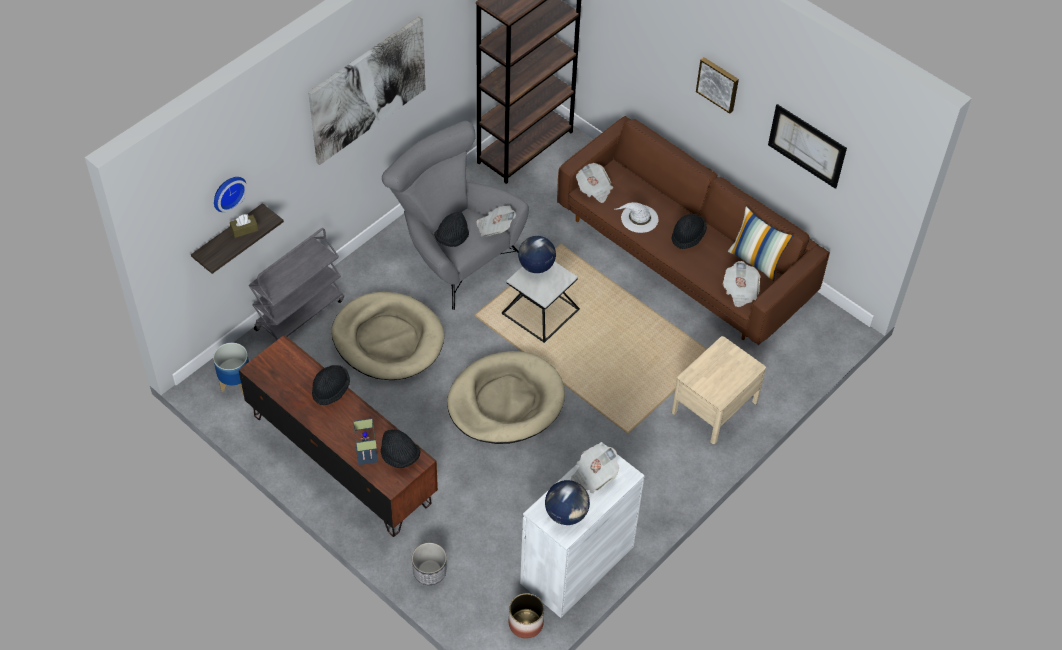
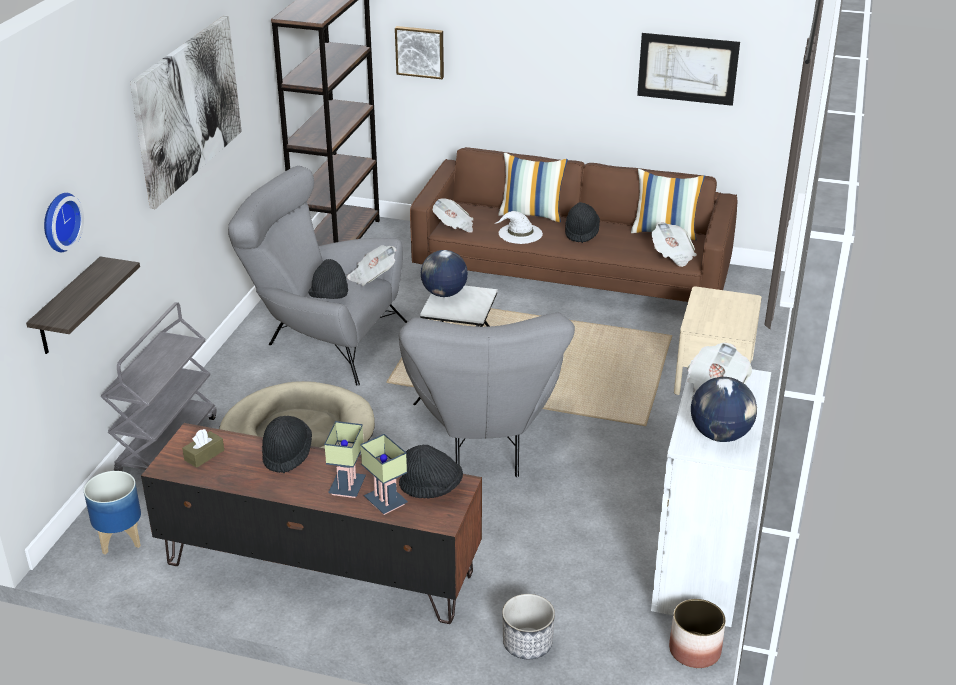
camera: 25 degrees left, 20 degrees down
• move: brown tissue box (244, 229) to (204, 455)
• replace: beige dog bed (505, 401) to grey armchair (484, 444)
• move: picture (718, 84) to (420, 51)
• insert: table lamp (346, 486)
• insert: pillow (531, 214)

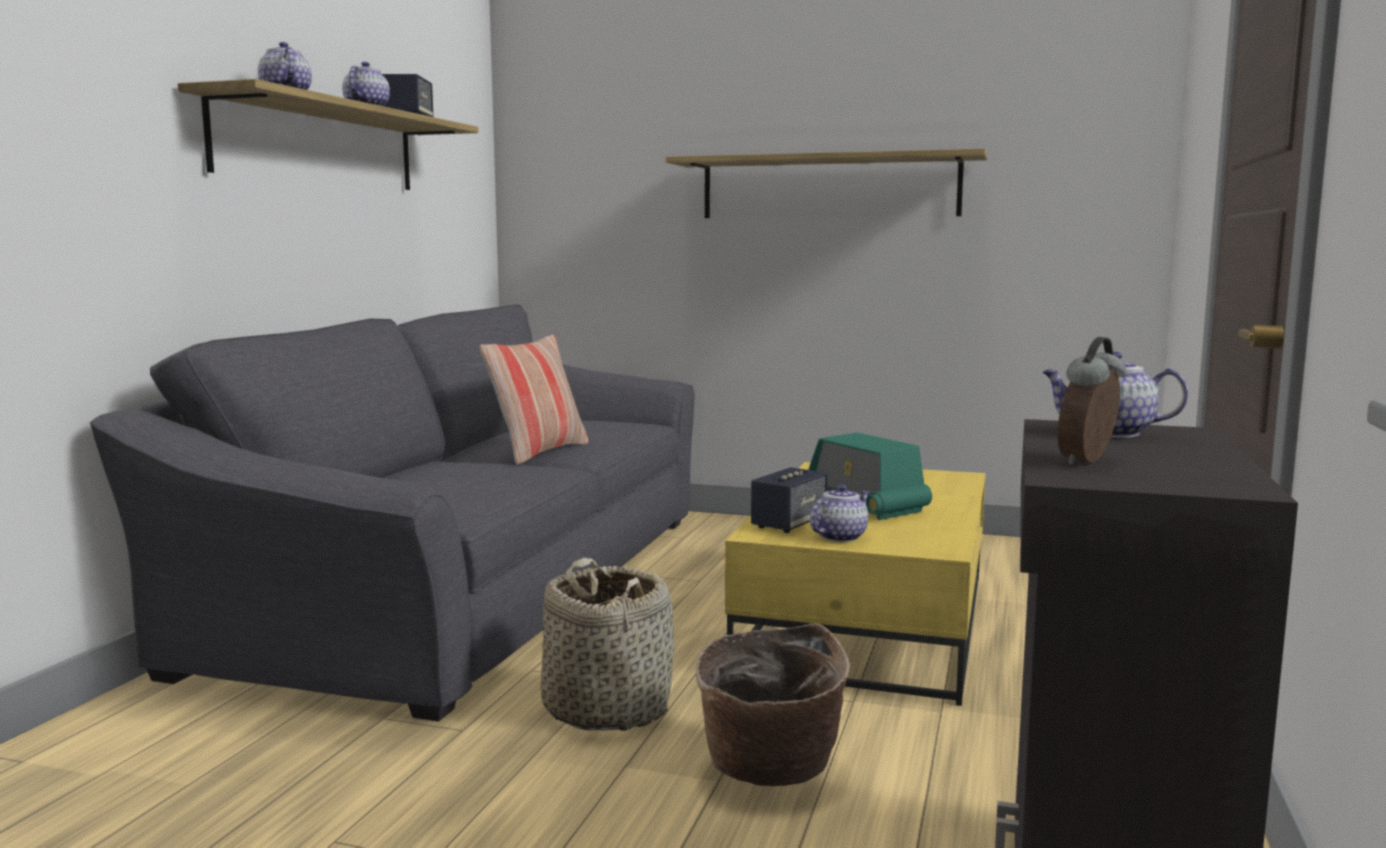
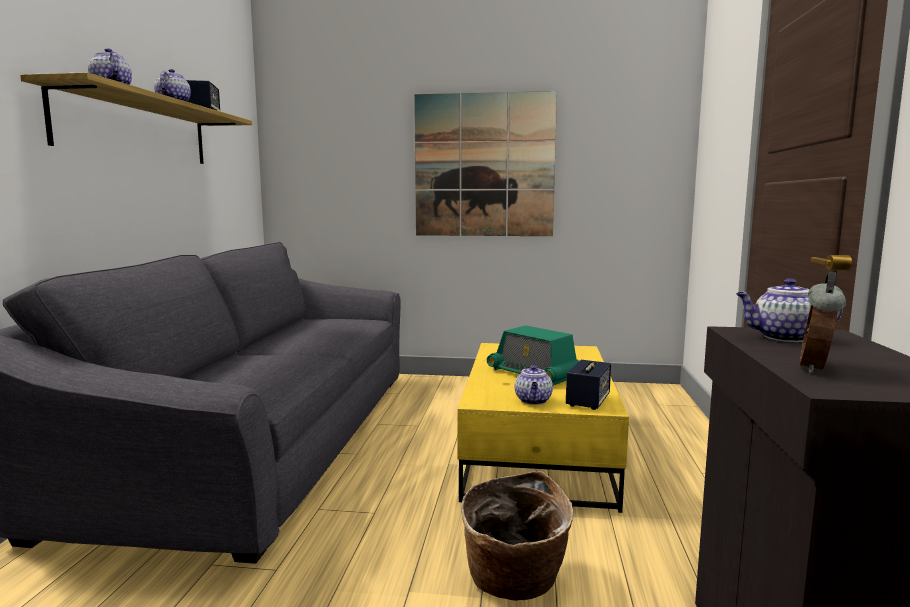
camera: 10 degrees left, 0 degrees up
• delete: pillow (539, 452)
• delete: basket (607, 708)
• replace: shelf (829, 187) to picture (484, 165)
• move: speaker (789, 524) to (588, 401)
• rotate: teapot (840, 537) = (533, 401) 150 degrees clockwise

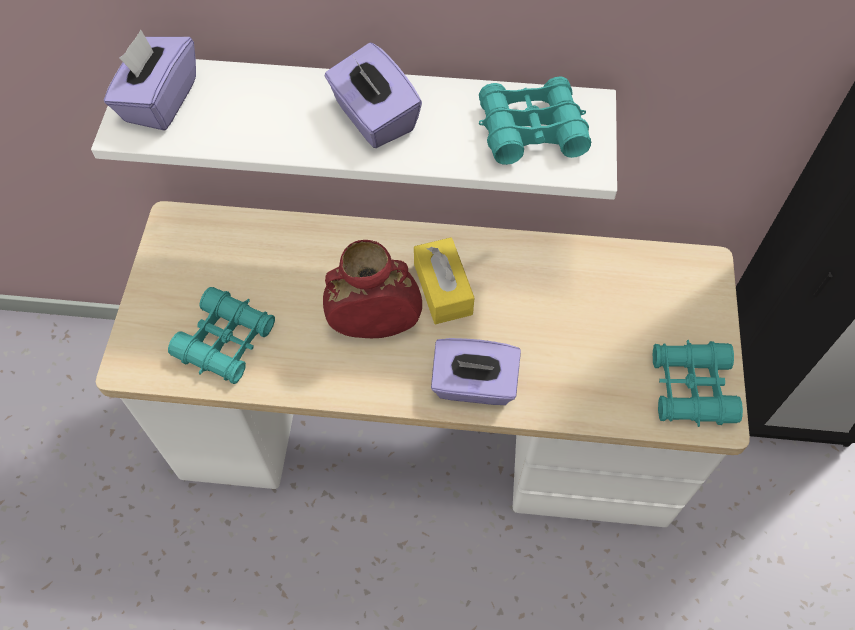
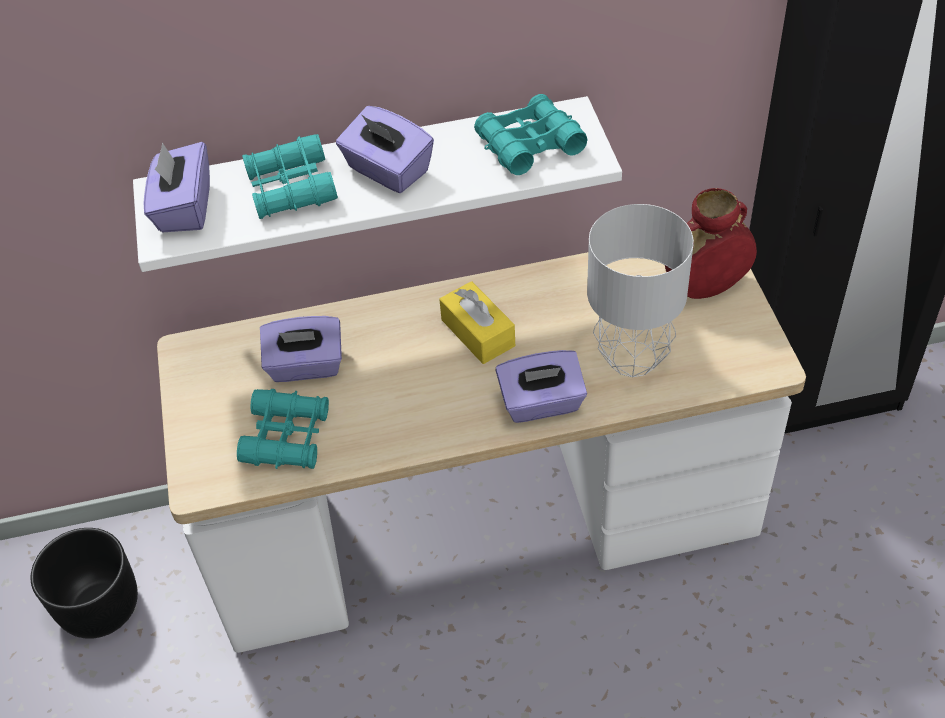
camera: 15 degrees left, 10 degrees down
• move: red vase (375, 326) to (706, 288)
• move: turquoise binoculars (691, 388) to (291, 188)
• insert: black planter (100, 608)
• insert: purple tissue box (306, 366)
• insert: grey table lamp (633, 357)

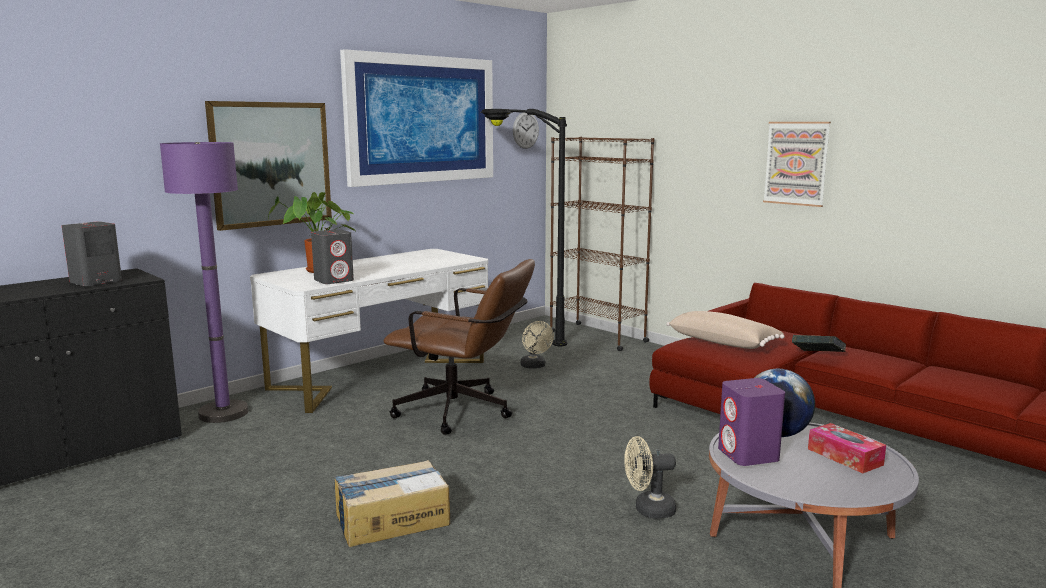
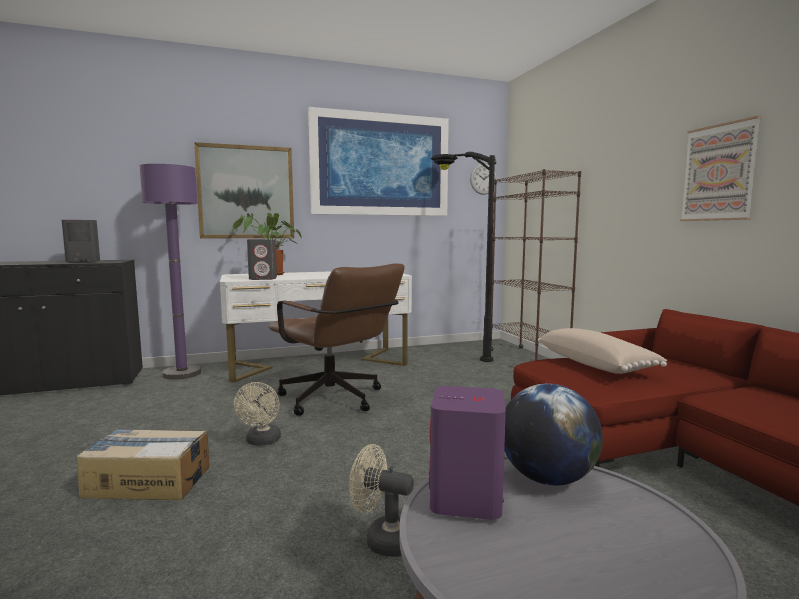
camera: 25 degrees right, 5 degrees down
• move: beige fan (535, 366) to (262, 442)
• delete: book (817, 357)
• delete: tissue box (844, 457)

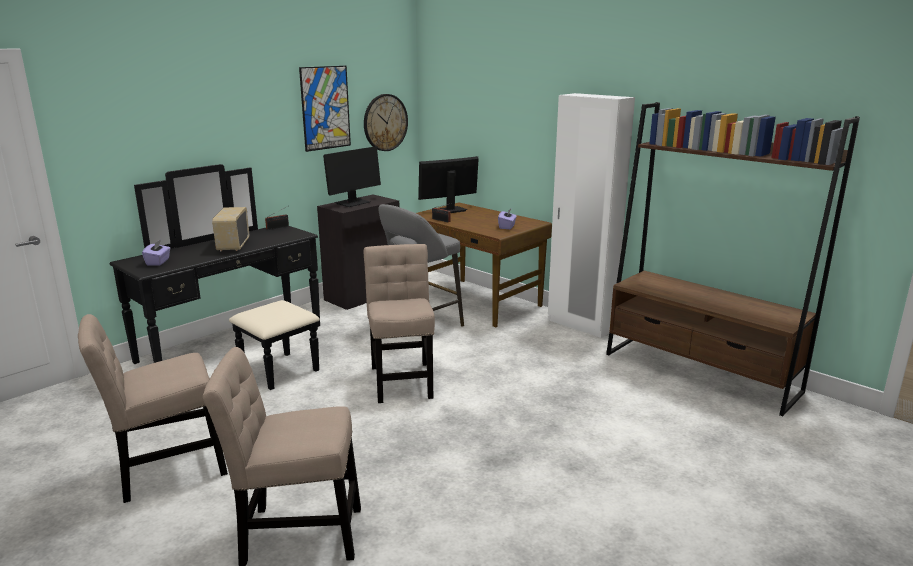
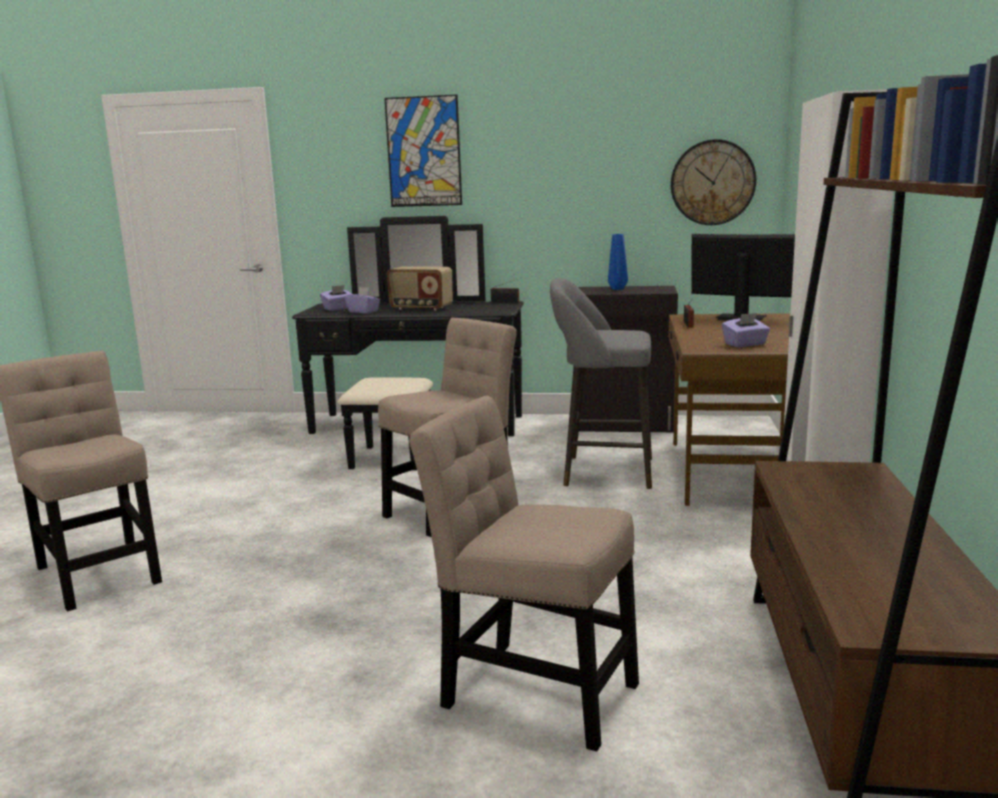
camera: 55 degrees right, 5 degrees down
• move: beige chair (166, 470) to (531, 691)
• rotate: radio (233, 246) = (421, 308) 120 degrees counterclockwise
• move: picture (325, 108) to (424, 152)
• replace: monitor (352, 203) to blue vase (617, 289)
• insert: purple tissue box (363, 312)

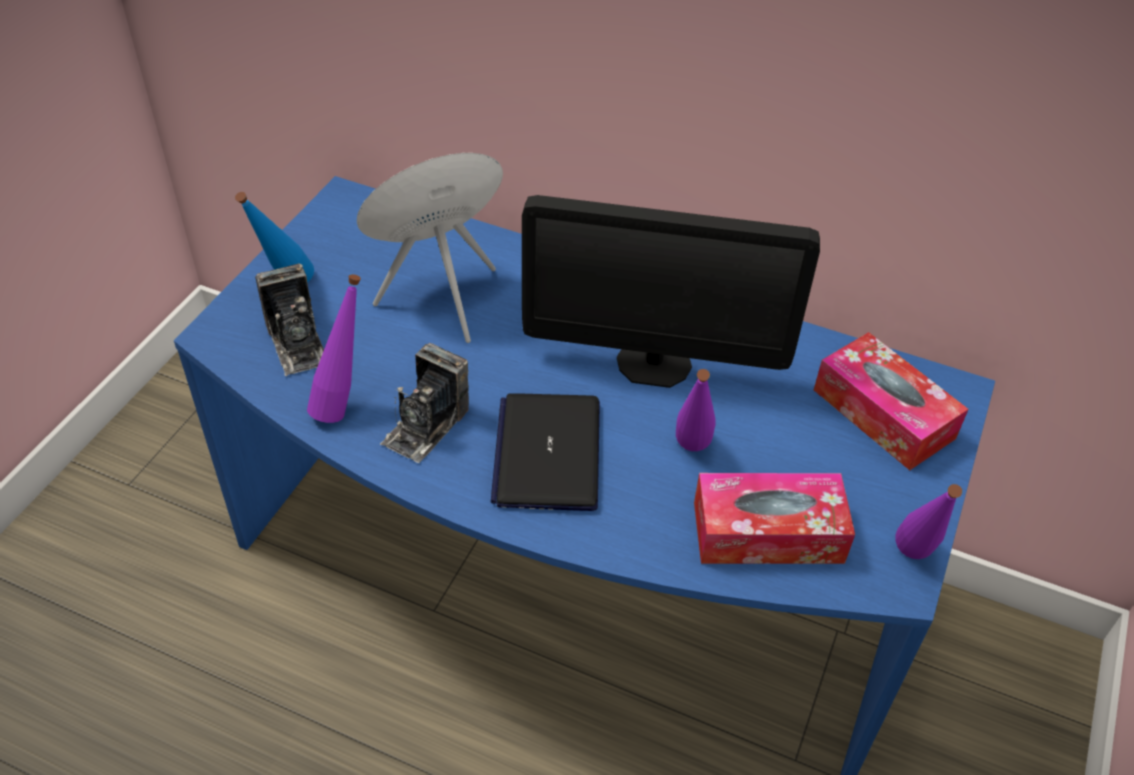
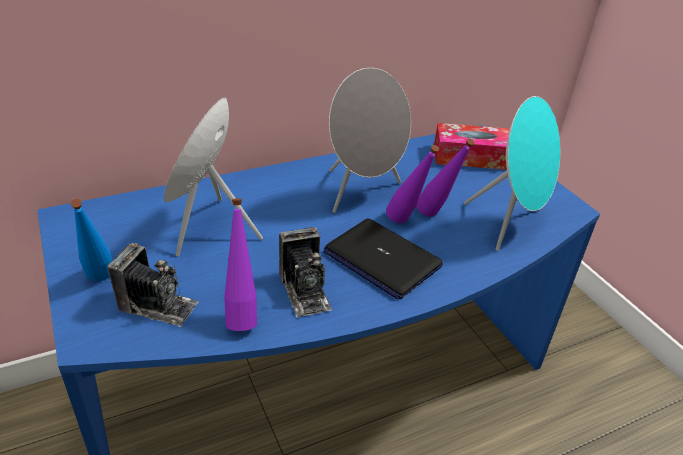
camera: 50 degrees left, 10 degrees down
• replace: monitor (654, 363) to grey speaker (361, 192)
• replace: tissue box (767, 532) to turquoise speaker (509, 224)
• move: purple bottle (912, 563) to (405, 224)

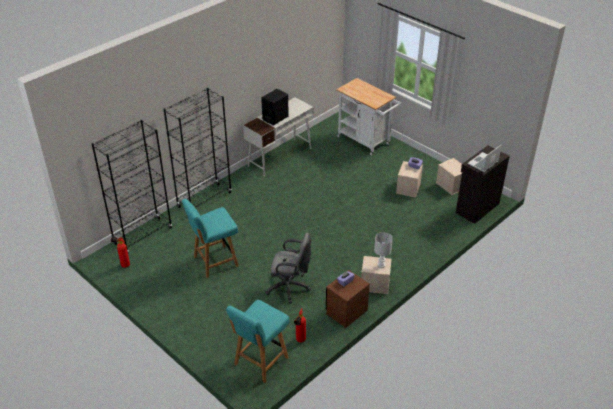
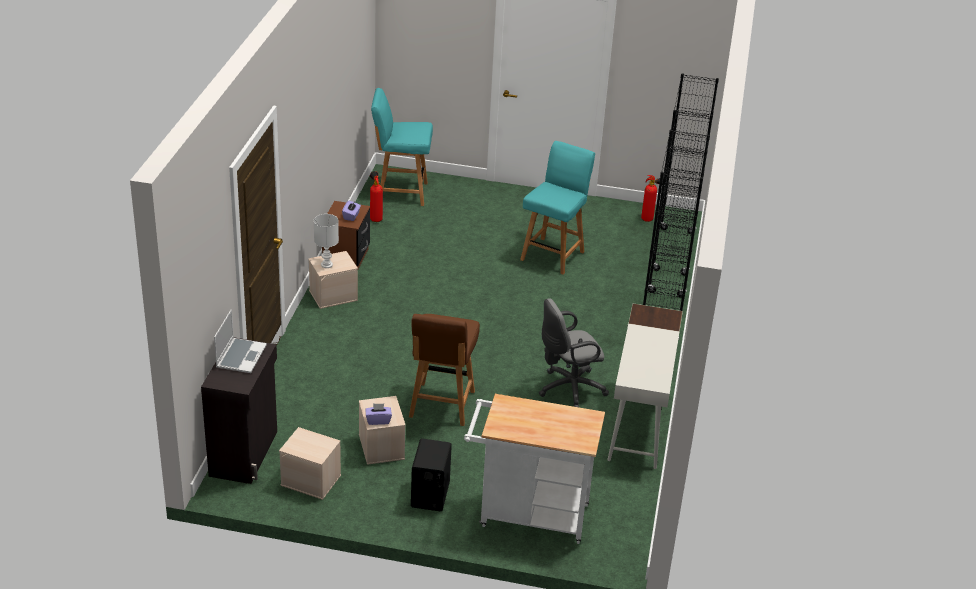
camera: 145 degrees right, 5 degrees down
• rotate: turquoise chair (260, 361) = (401, 192) 90 degrees counterclockwise
• move: black speaker (275, 118) to (430, 495)
• move: grey office chair (290, 287) to (568, 389)
• insert: brown chair (441, 405)

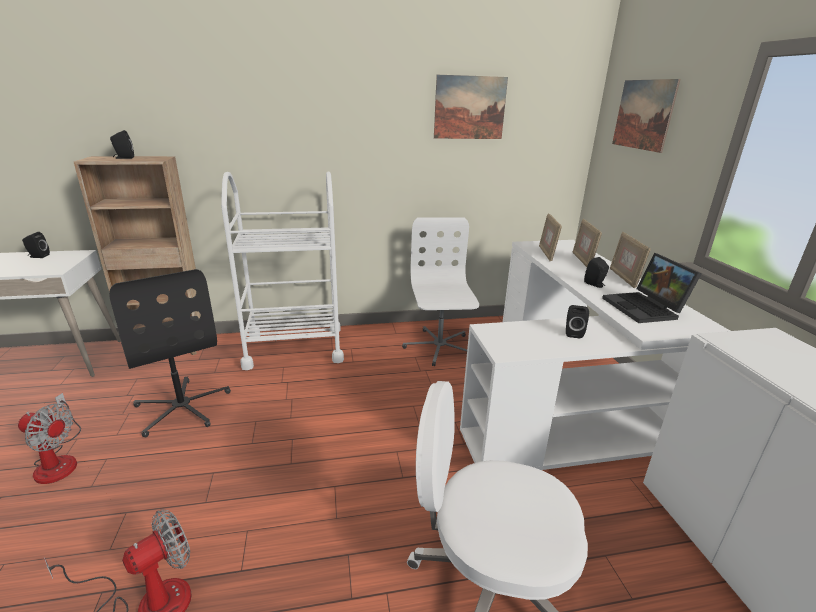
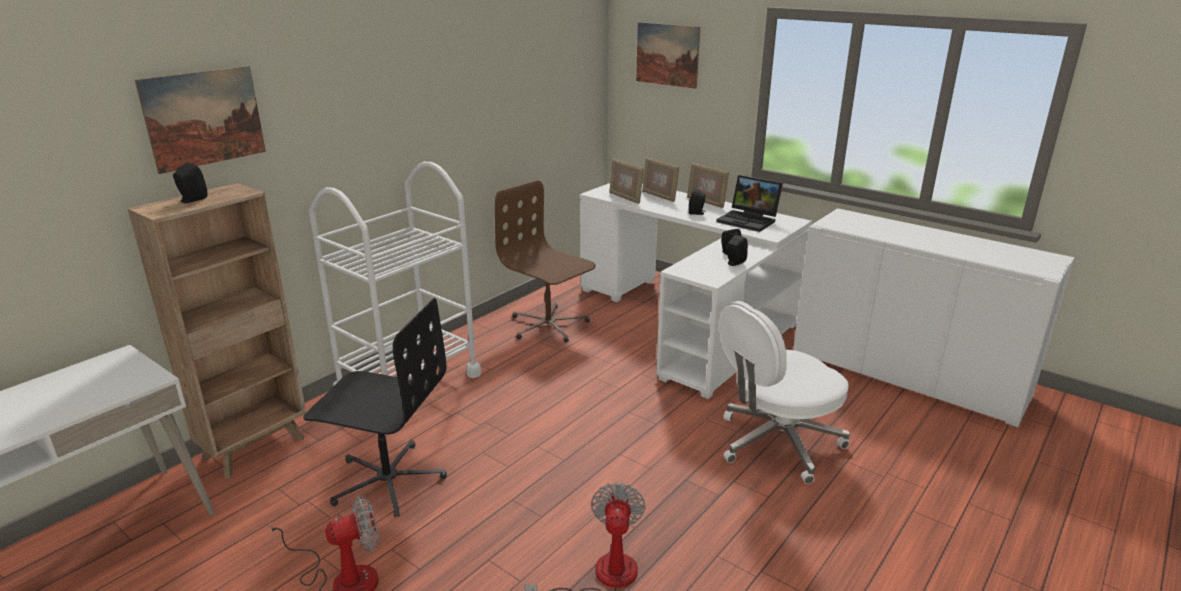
camera: 40 degrees left, 0 degrees up
• move: black speaker (38, 256) to (734, 263)
• recolor: white office chair (439, 347) to brown office chair (548, 325)
• move: picture (470, 108) to (204, 118)

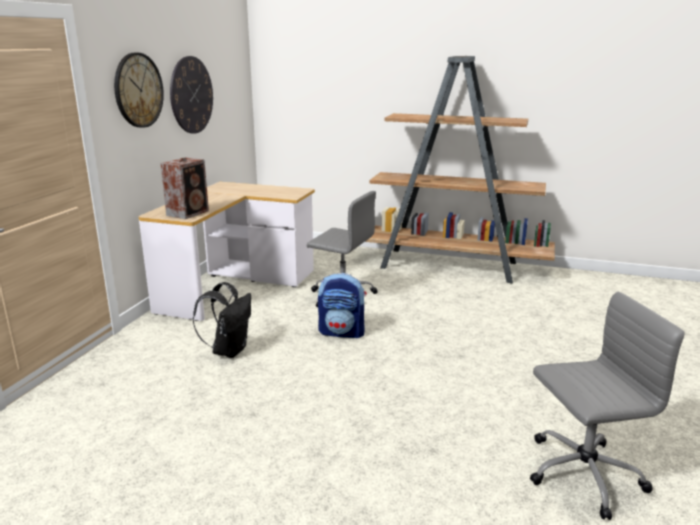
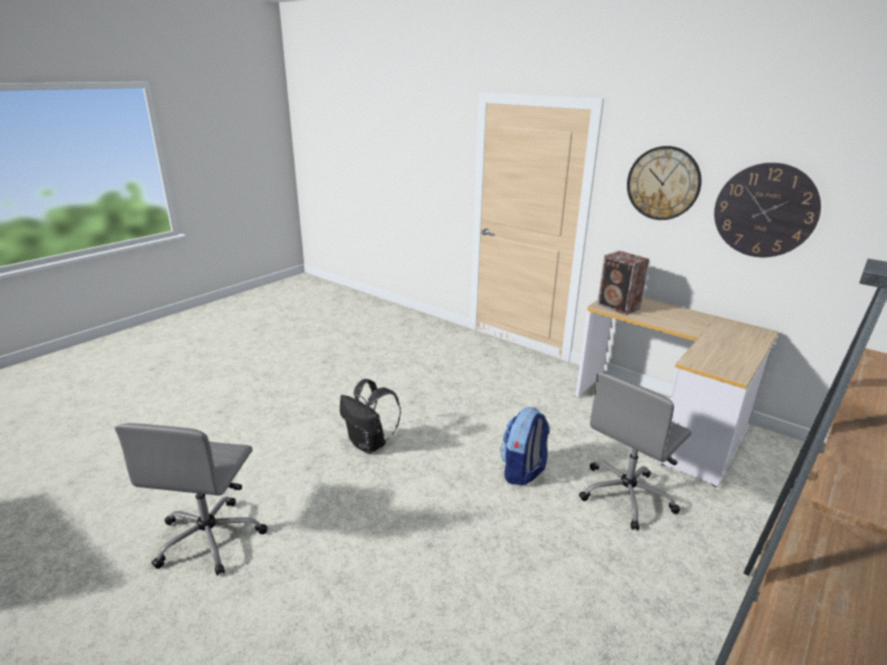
camera: 110 degrees right, 5 degrees up
• move: black backpack (229, 350) to (370, 444)

